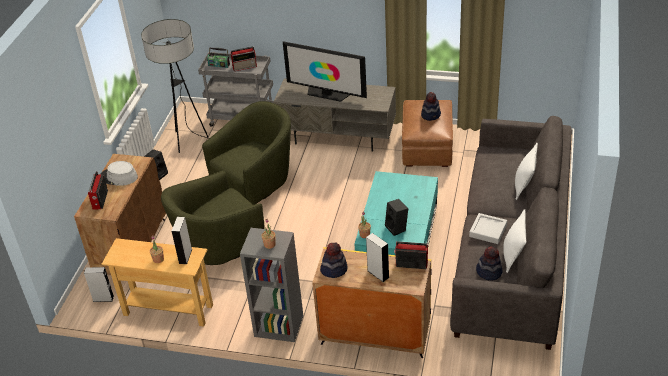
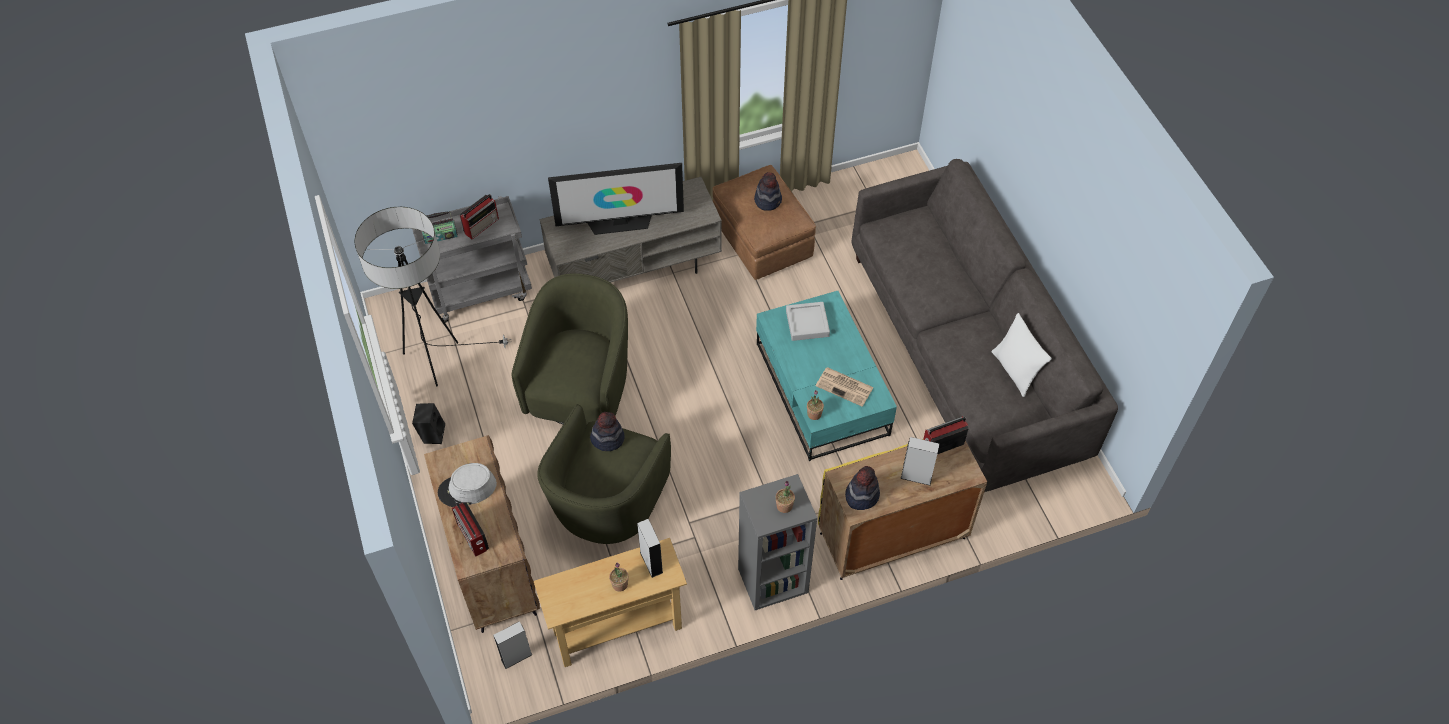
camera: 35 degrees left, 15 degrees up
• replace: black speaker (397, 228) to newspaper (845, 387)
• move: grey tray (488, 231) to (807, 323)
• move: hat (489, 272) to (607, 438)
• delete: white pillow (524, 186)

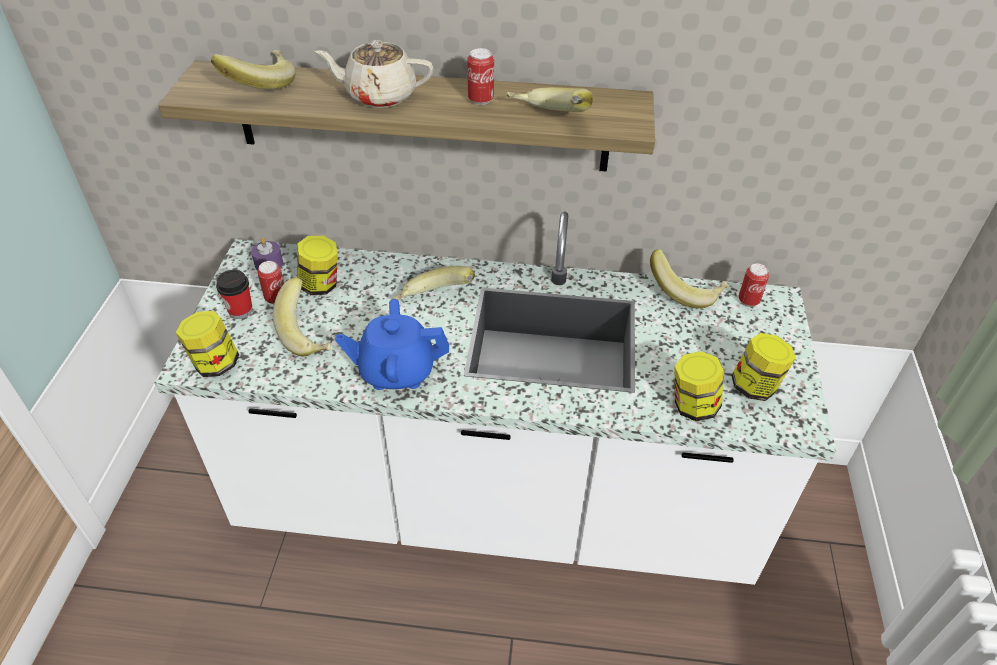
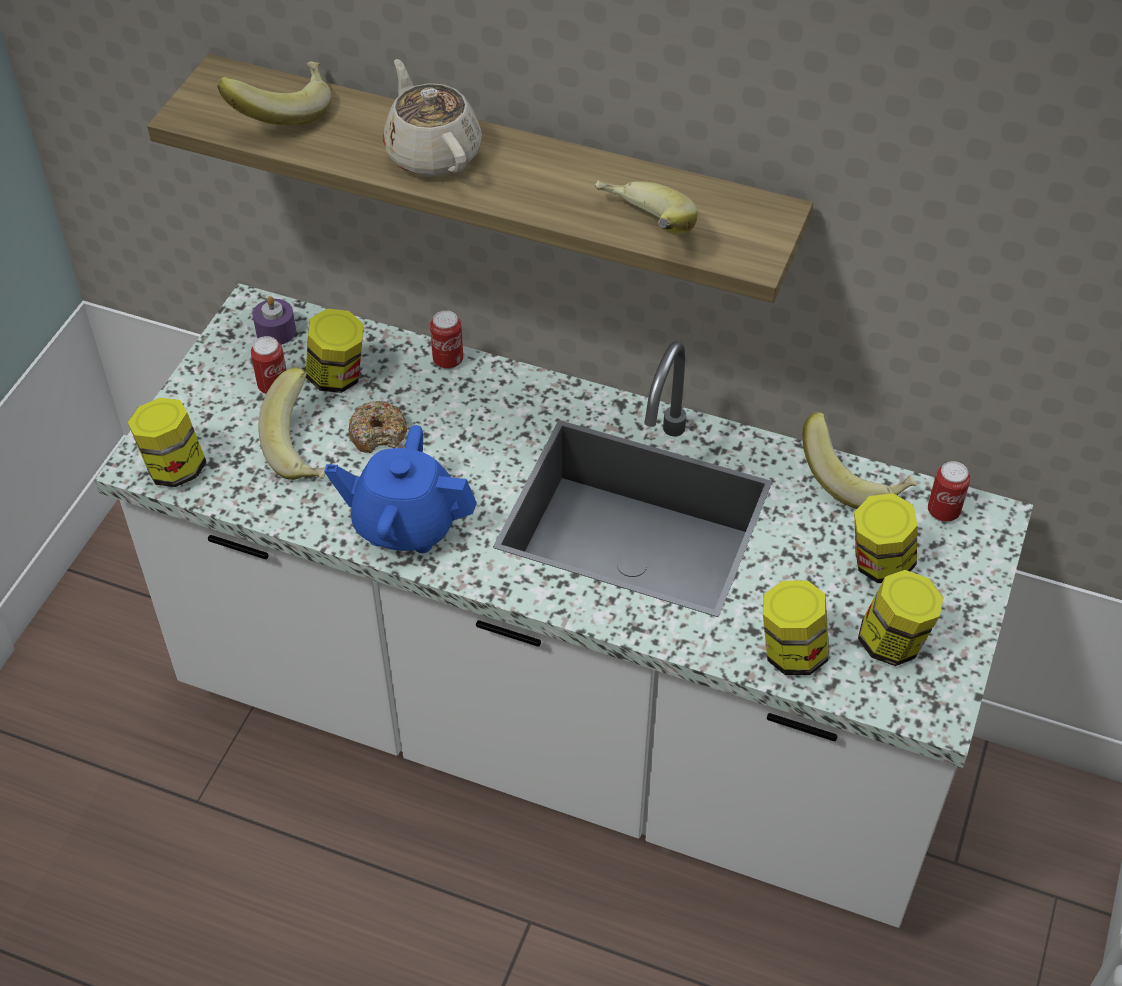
camera: 15 degrees right, 5 degrees up
• delete: cup (240, 310)
• rotate: beige teapot (379, 95) = (432, 153) 45 degrees clockwise
• delete: banana (434, 301)
• move: can (480, 100) to (448, 360)
• insert: donut (378, 434)
• insert: jar (879, 563)

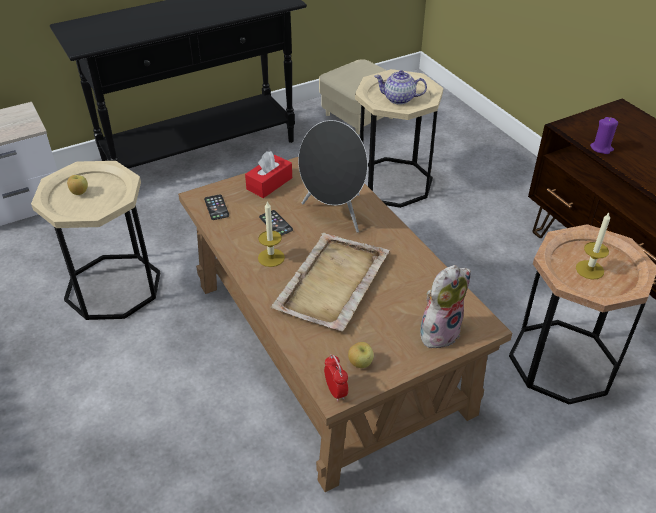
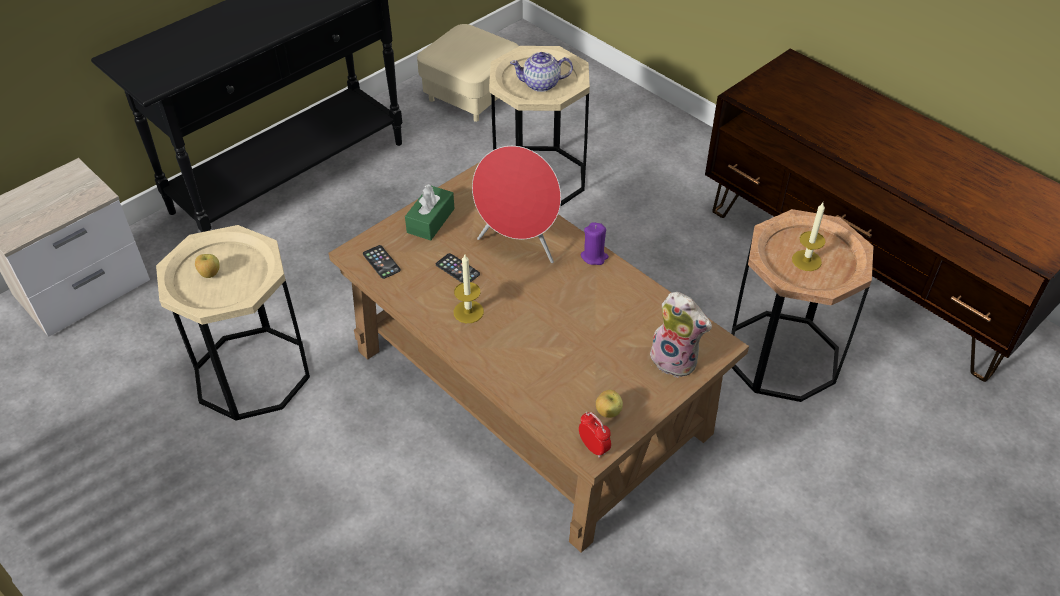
camera: 15 degrees left, 5 degrees up
• recolor: red tissue box (269, 183) to green tissue box (430, 220)
• delete: beige tray (331, 284)
• recolor: black speaker (334, 214) to red speaker (519, 245)
• rotate: plush toy (439, 331) = (676, 360) 90 degrees clockwise
• move: purple candle (601, 148) to (594, 257)

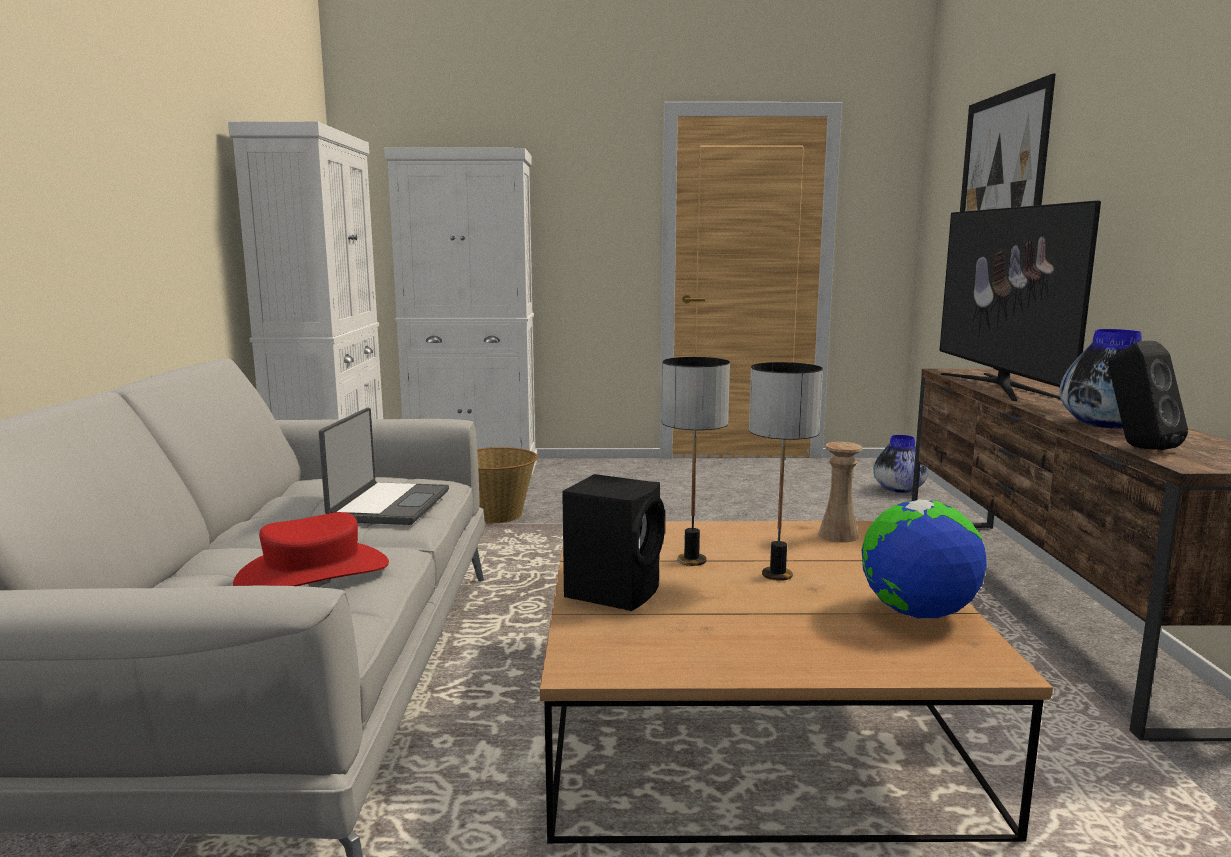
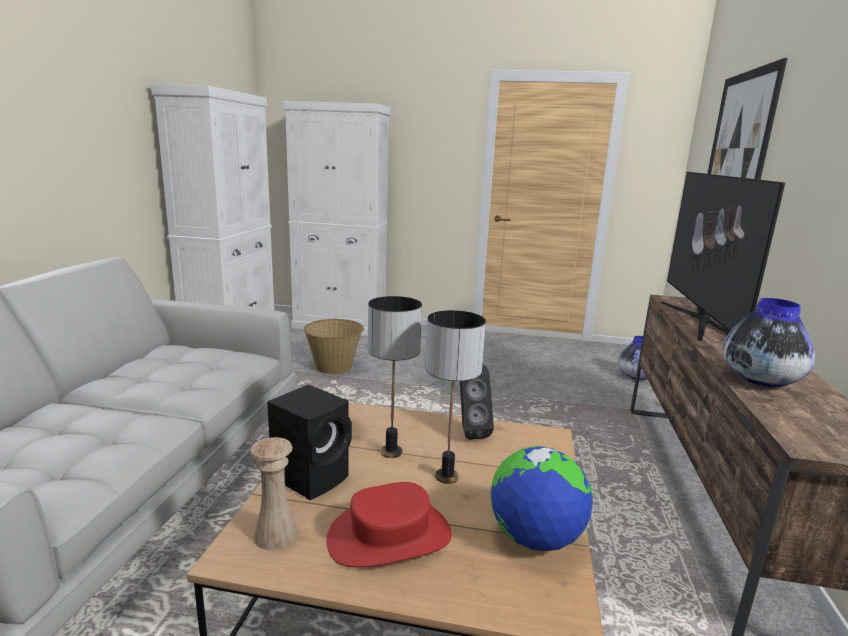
camera: 10 degrees right, 5 degrees up
• move: red hat (313, 573) to (389, 536)
• delete: laptop (388, 505)
• move: beige vase (838, 535) to (275, 535)
• move: black speaker (1136, 447) to (469, 431)

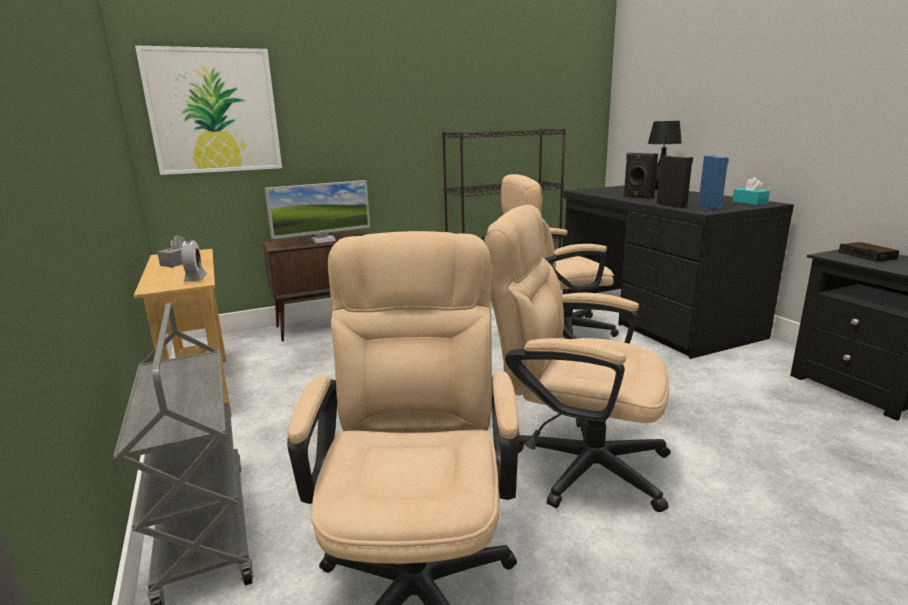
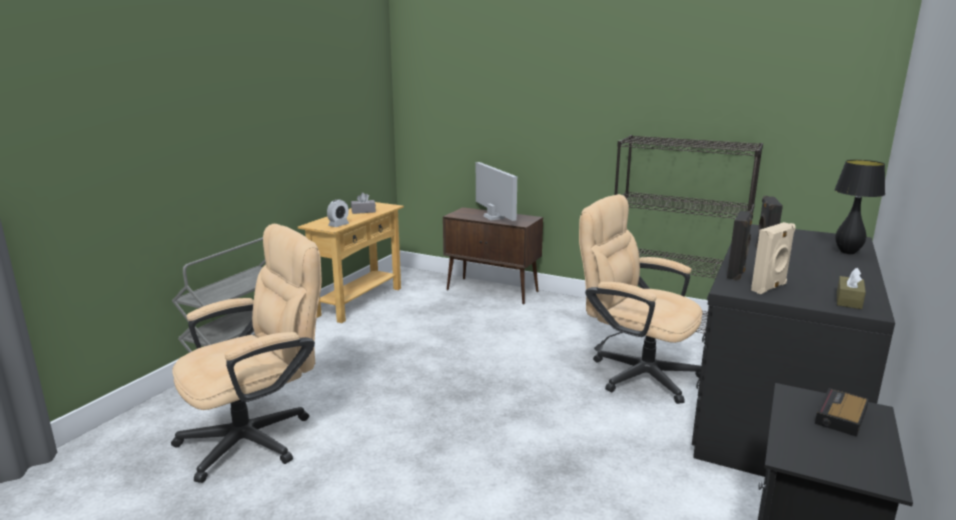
camera: 50 degrees right, 0 degrees up
• delete: picture (214, 111)
• rotate: monitor (323, 240) = (493, 217) 135 degrees counterclockwise
• delete: beige office chair (574, 462)
• recolor: blue speaker (710, 206) to beige speaker (769, 288)
• recolor: turquoise tissue box (749, 202) to brown tissue box (849, 300)

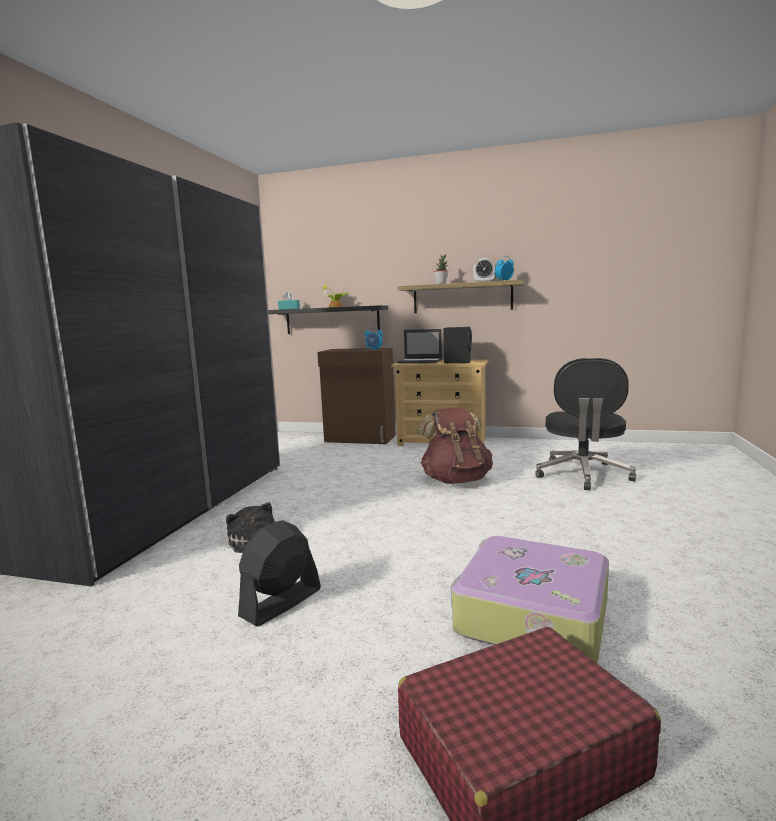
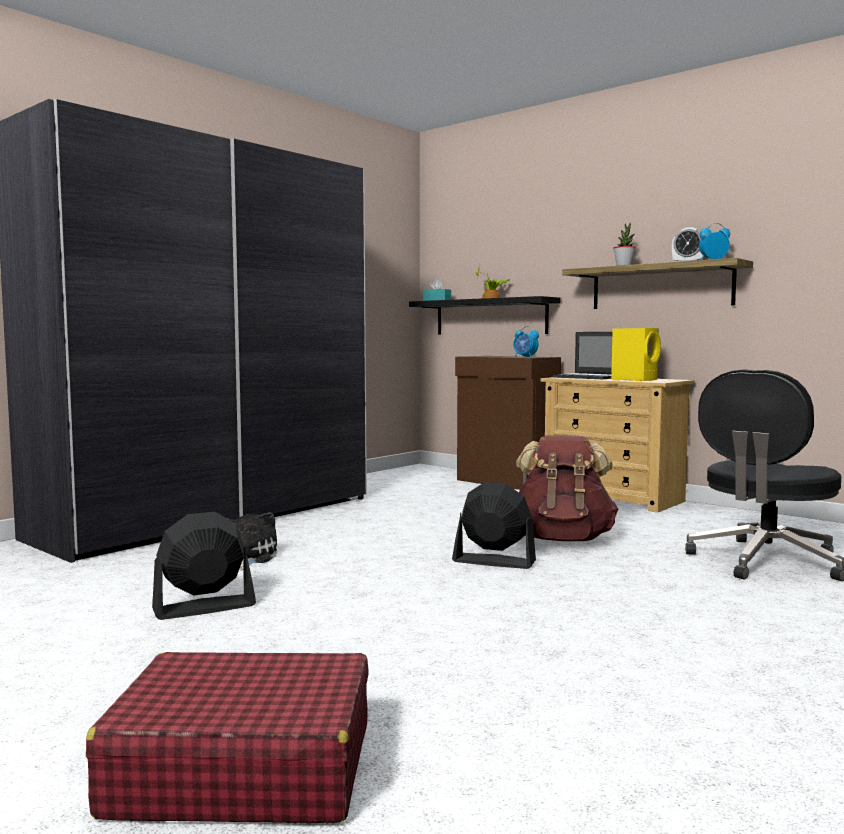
camera: 25 degrees right, 5 degrees down
• recolor: black speaker (457, 362) to yellow speaker (635, 380)
• delete: suitcase (530, 615)
• insert: black fan (493, 561)

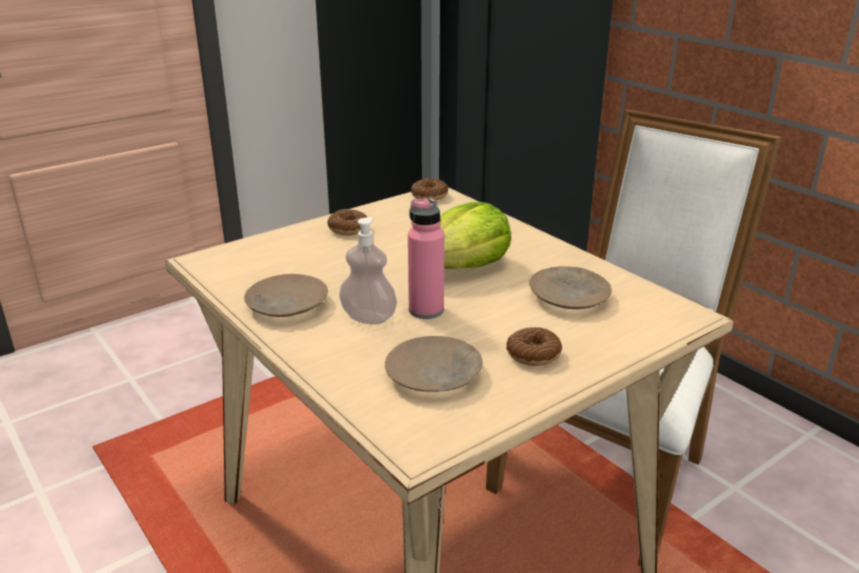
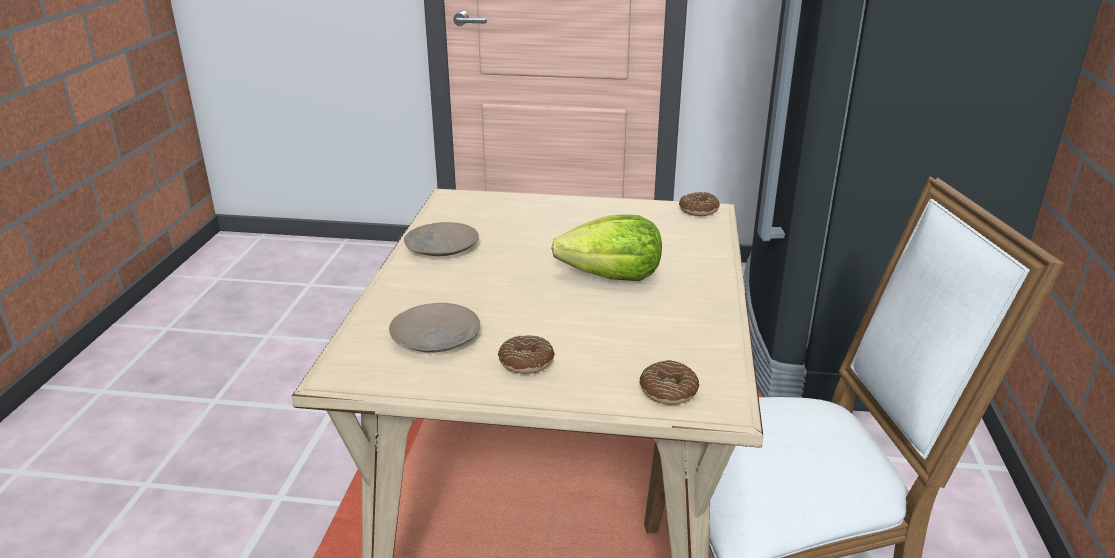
camera: 45 degrees right, 0 degrees up
• move: donut (348, 229) to (668, 391)
• delete: soap dispenser (368, 318)
• delete: pink bottle (426, 310)
• delete: beige plate (569, 296)

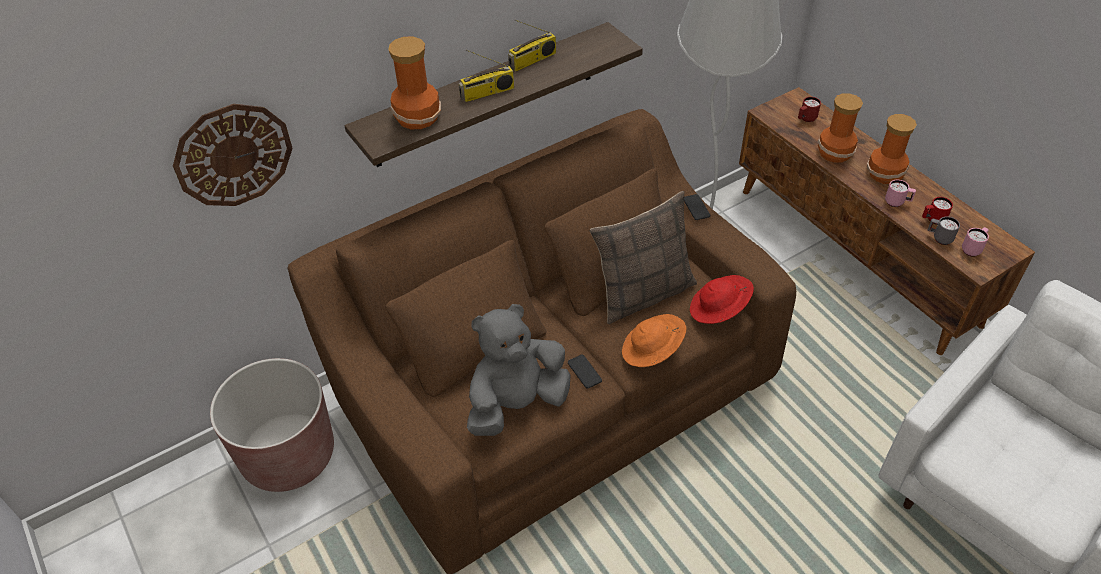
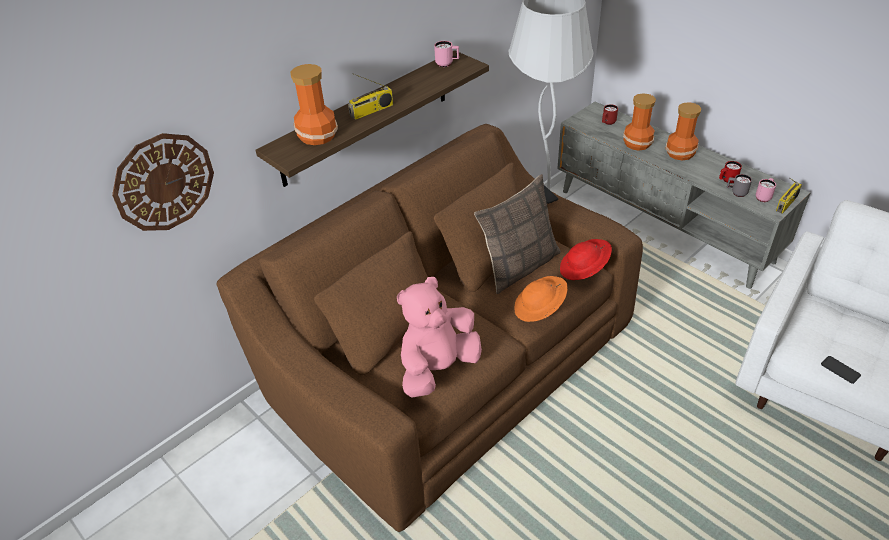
camera: 10 degrees left, 5 degrees down
• delete: brown planter (288, 455)
• recolor: grey plush toy (516, 403) to pink plush toy (438, 368)
• move: radio (532, 61) to (787, 204)
• move: phone (584, 371) to (840, 370)
• recolor: brown tv stand (856, 254) to grey tv stand (663, 225)
• move: pink mug (897, 203) to (447, 64)

